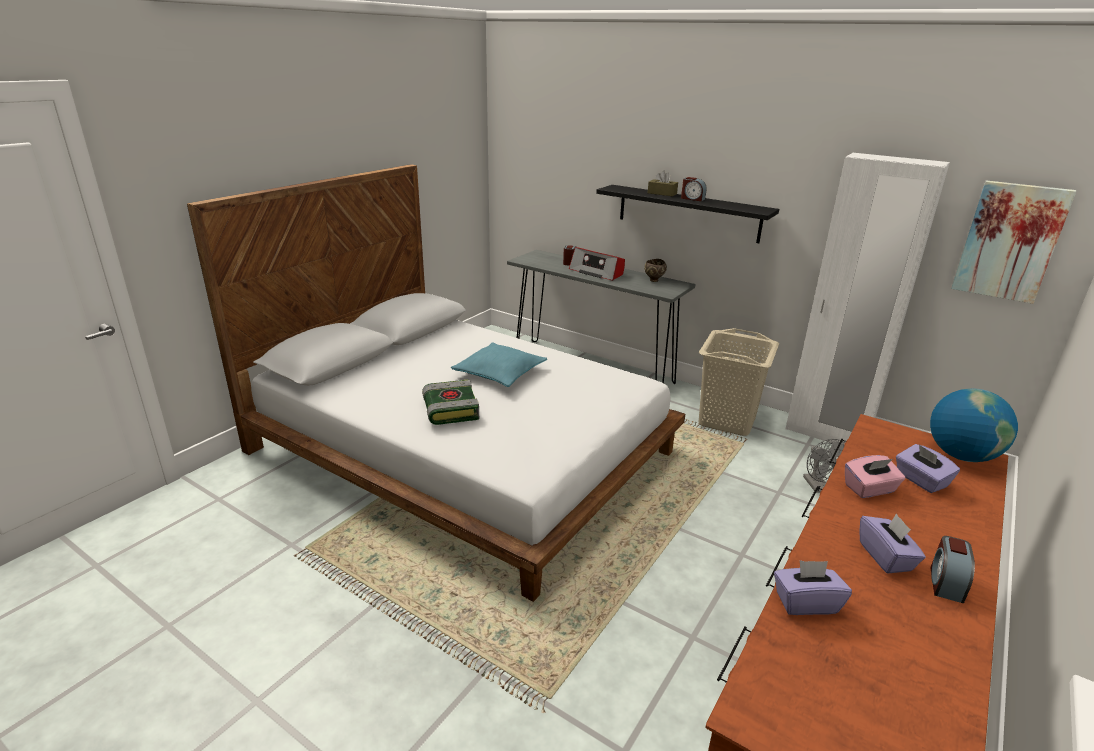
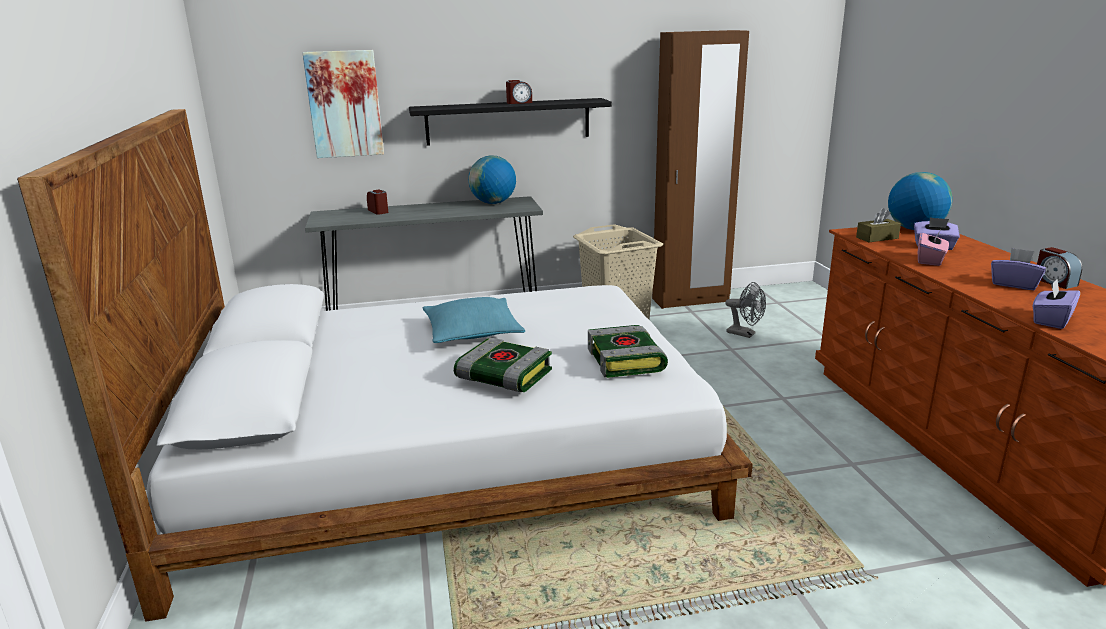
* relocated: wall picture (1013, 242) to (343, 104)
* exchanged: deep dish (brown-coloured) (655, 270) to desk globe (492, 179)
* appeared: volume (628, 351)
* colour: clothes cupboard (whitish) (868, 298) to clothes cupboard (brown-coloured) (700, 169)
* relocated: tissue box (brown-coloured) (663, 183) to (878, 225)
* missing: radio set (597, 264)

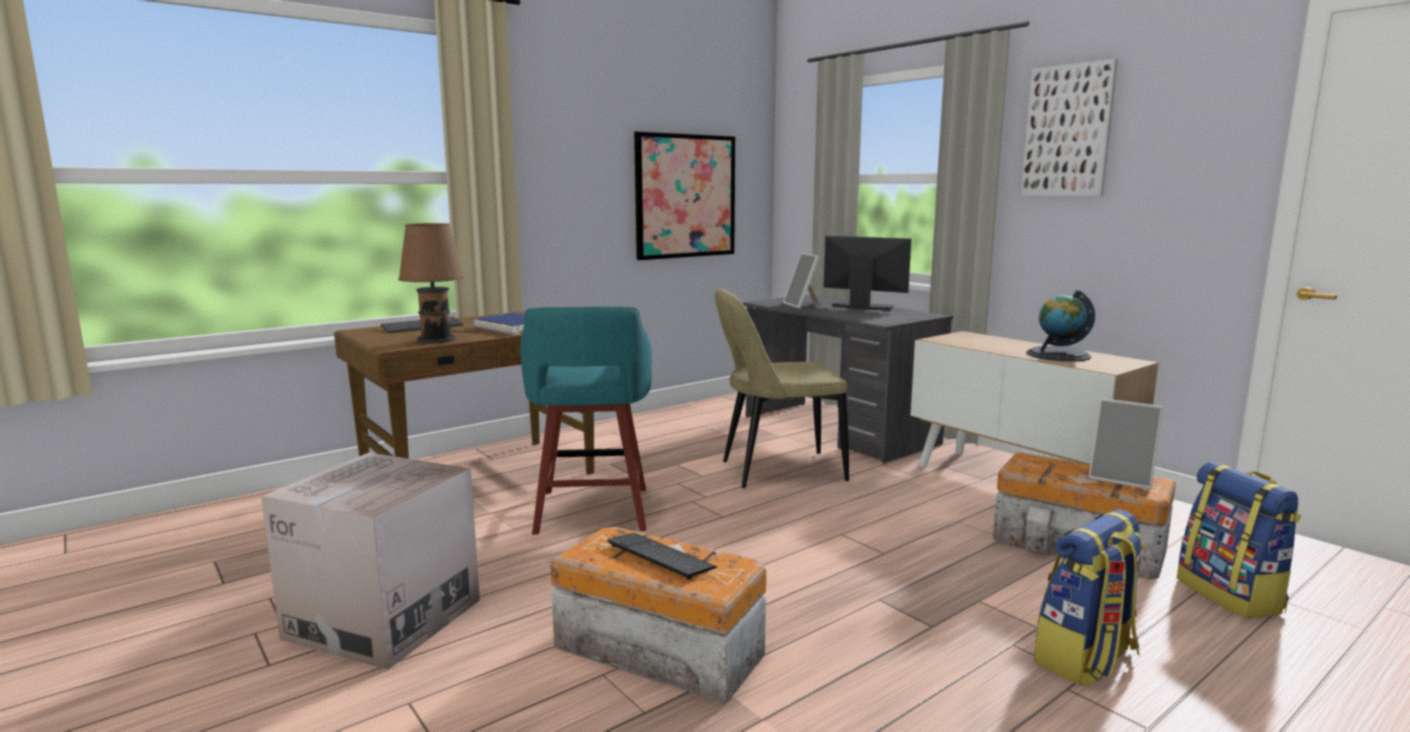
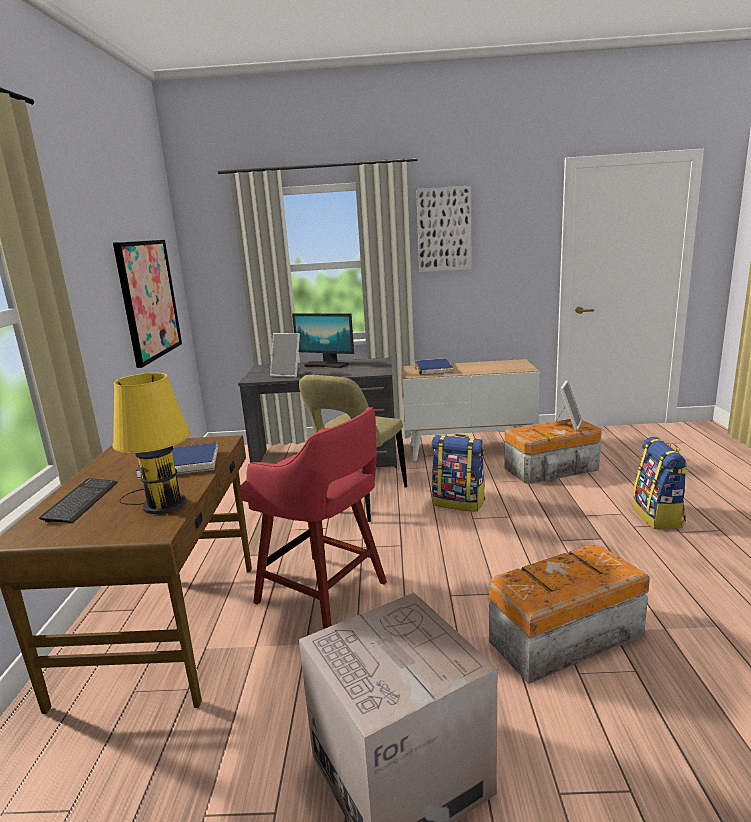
* colour: table lamp (brown-coloured) (439, 283) to table lamp (yellowish) (151, 443)
* colour: stool (turquoise-coloured) (586, 420) to stool (reddish) (313, 518)
* spun: monitor (867, 273) = (323, 340) 135 degrees counterclockwise
* appeared: volume (blue-coloured) (433, 366)
* relocated: backpack (1239, 540) to (458, 473)
* spun: picture frame (1125, 444) = (567, 405) 45 degrees counterclockwise
* missing: keyboard (662, 556)
* missing: desk globe (1060, 325)

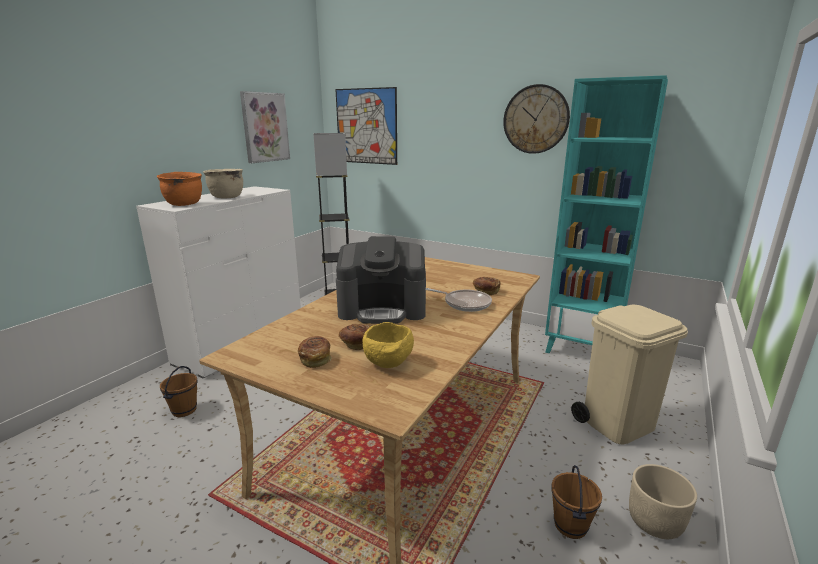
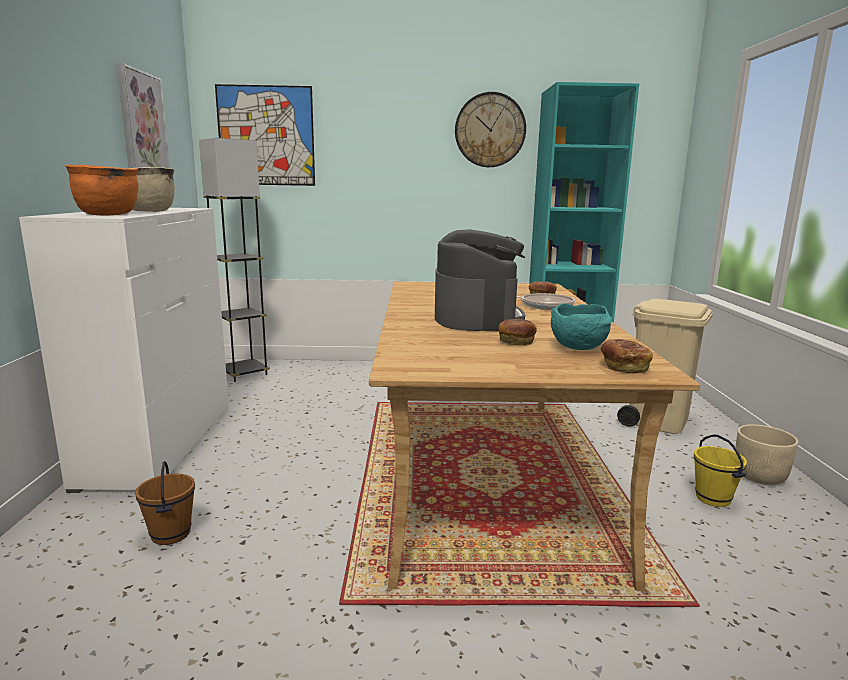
* spun: coffee maker (381, 280) = (480, 280) 60 degrees counterclockwise
* colour: deep dish (yellowish) (388, 345) to deep dish (turquoise-coloured) (581, 326)
* relocated: bread (315, 352) to (626, 356)
* colour: bucket (brown-coloured) (576, 502) to bucket (yellowish) (720, 471)

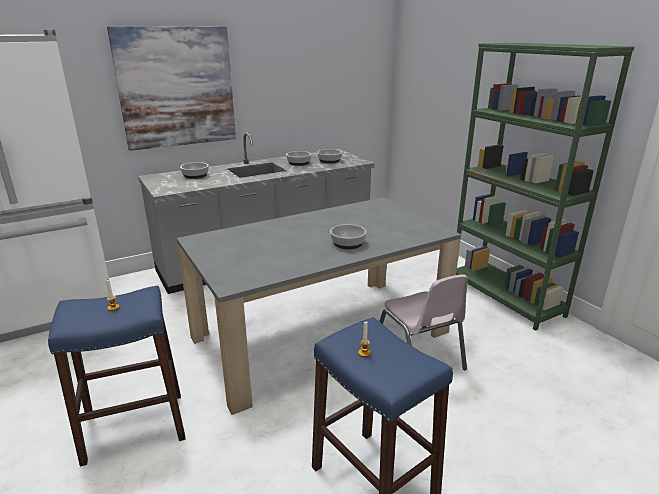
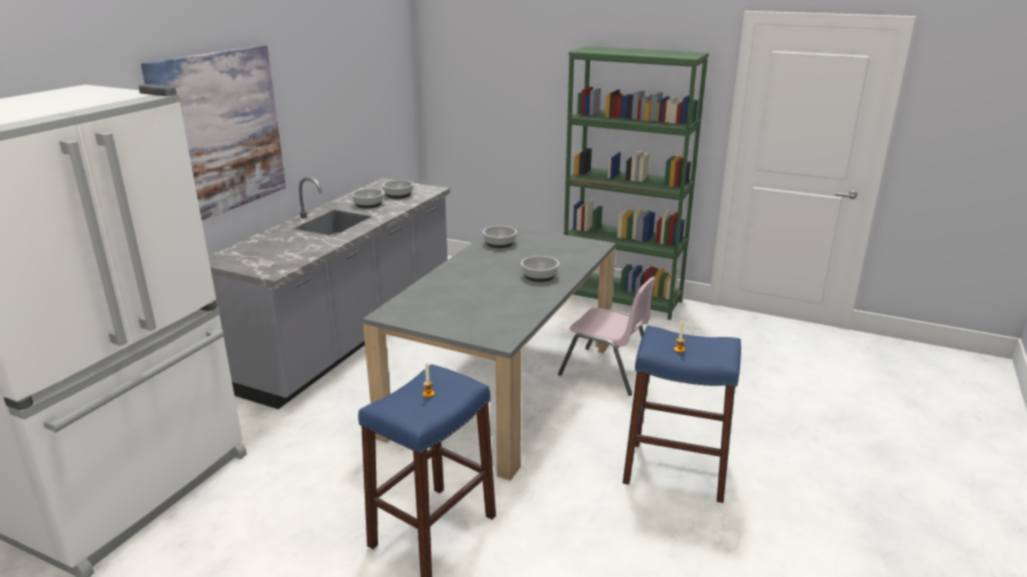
* relocated: deep dish (194, 170) to (499, 237)

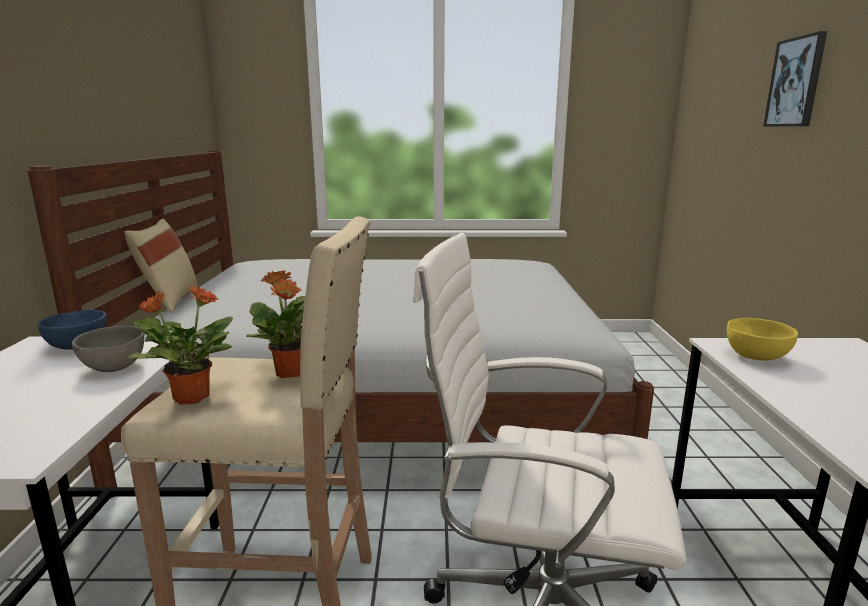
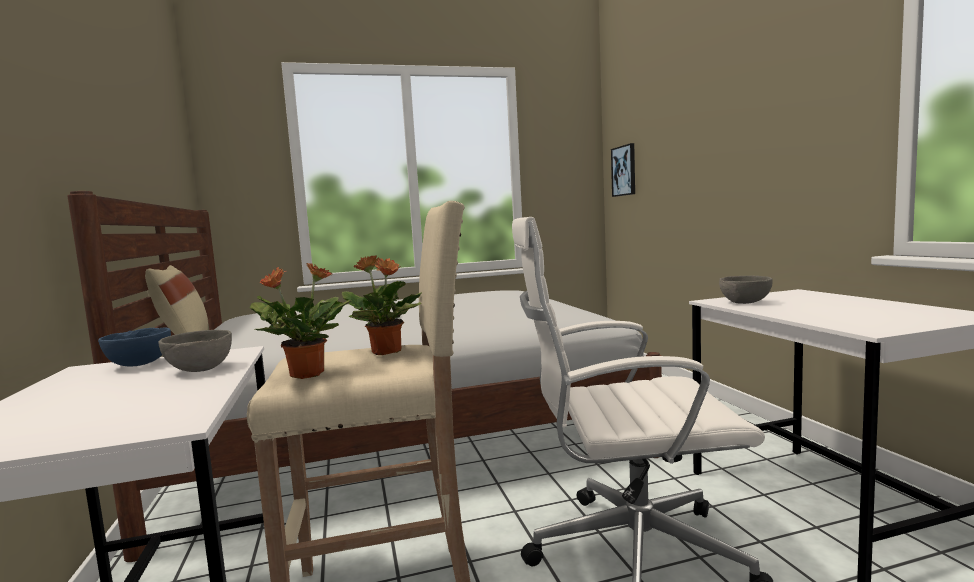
* relocated: wall picture (795, 79) to (623, 170)
* colour: deep dish (yellowish) (762, 339) to deep dish (gray) (746, 290)

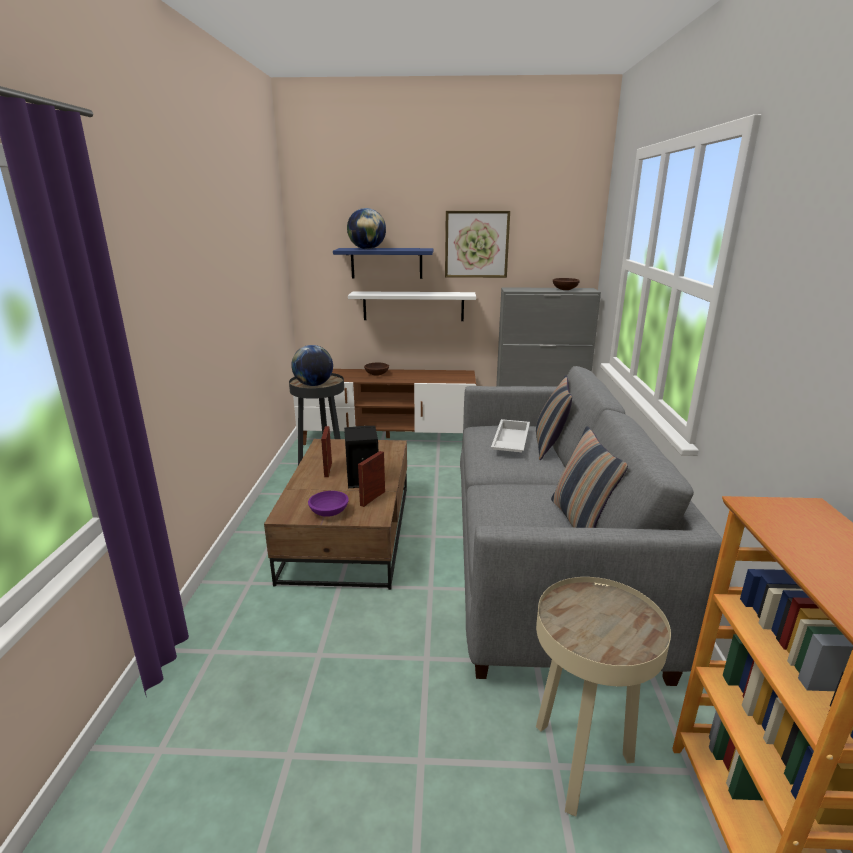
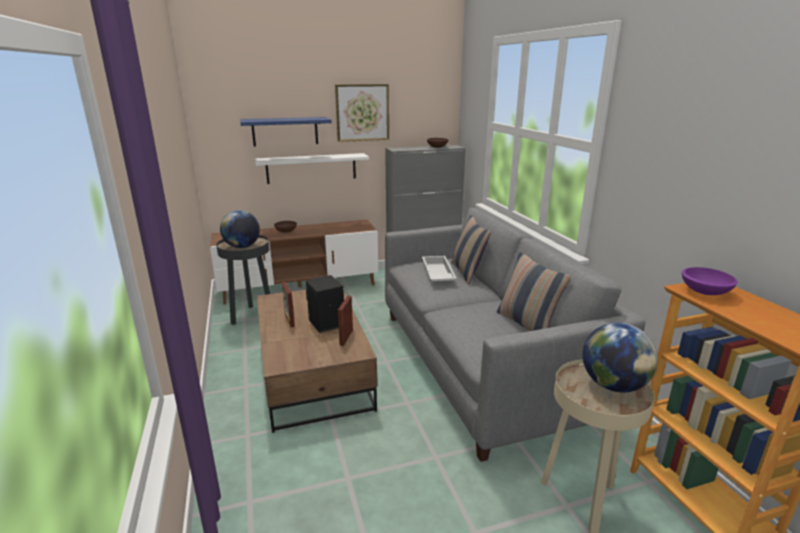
* relocated: desk globe (366, 228) to (620, 357)
* relocated: deep dish (purplish) (328, 504) to (710, 281)

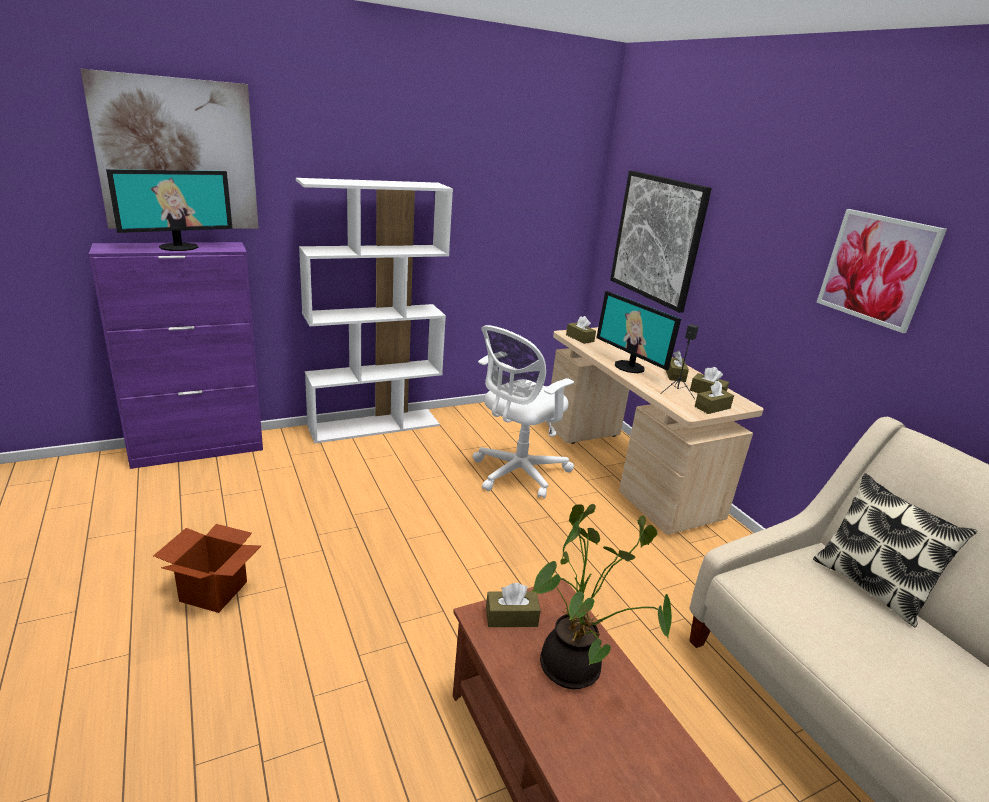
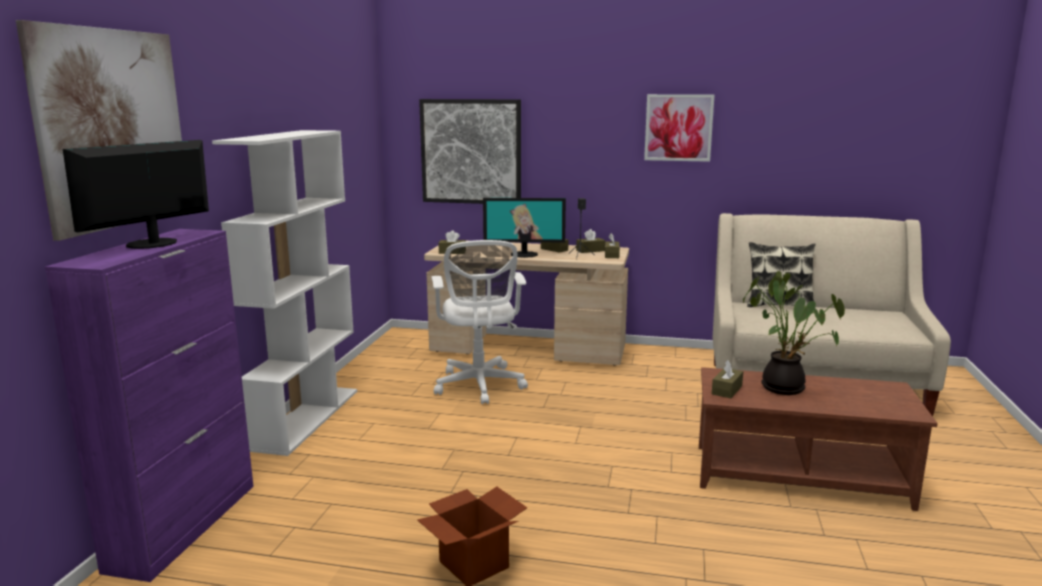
* spun: monitor (169, 210) = (136, 194) 150 degrees counterclockwise

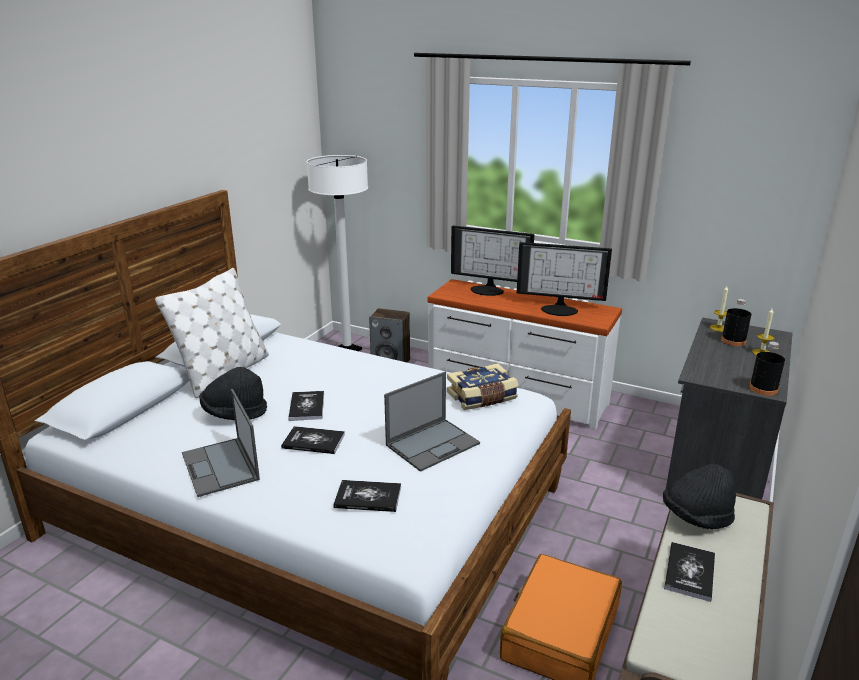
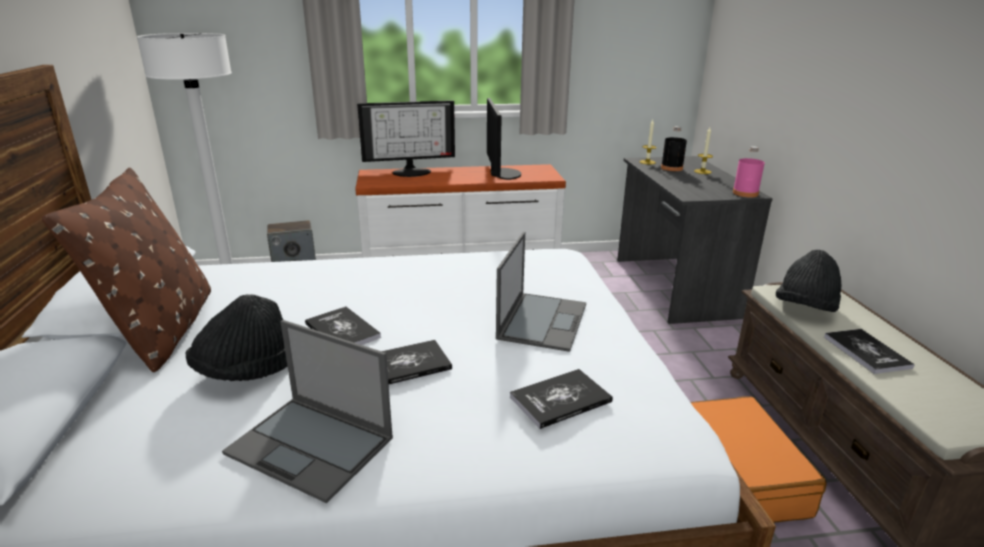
* colour: pillow (whitish) (212, 333) to pillow (brown-coloured) (126, 270)
* spun: monitor (564, 279) = (504, 139) 75 degrees counterclockwise
* colour: drink bottle (black) (767, 369) to drink bottle (pink) (749, 171)
* missing: volume (482, 386)

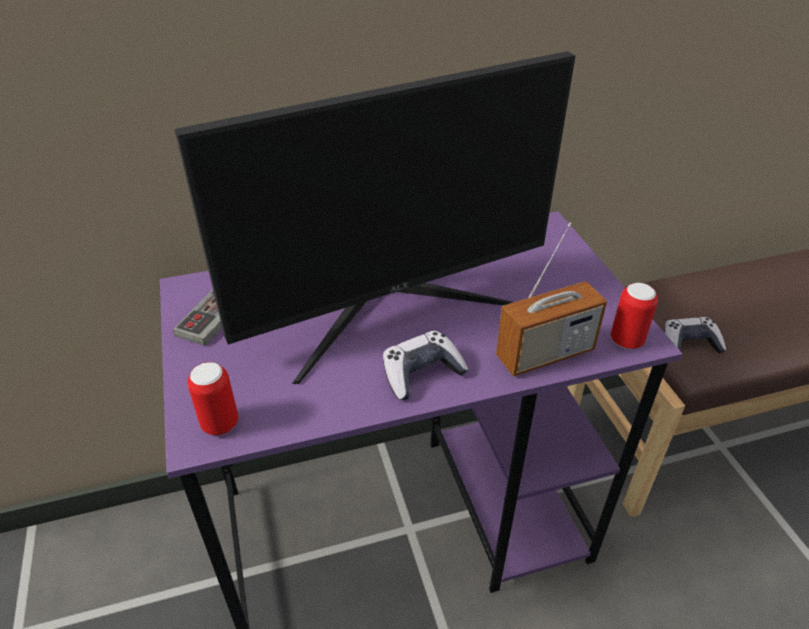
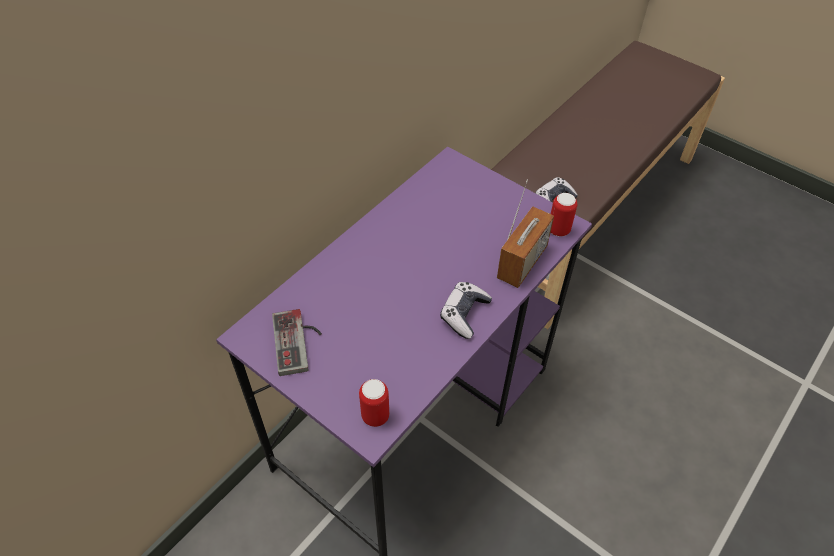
* missing: monitor (375, 217)

